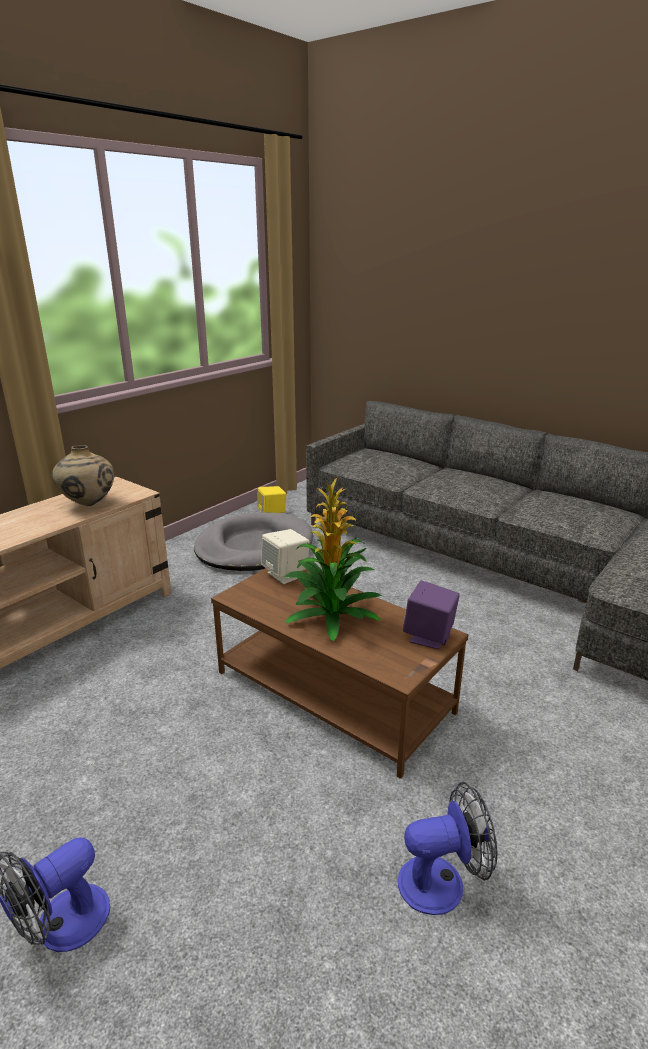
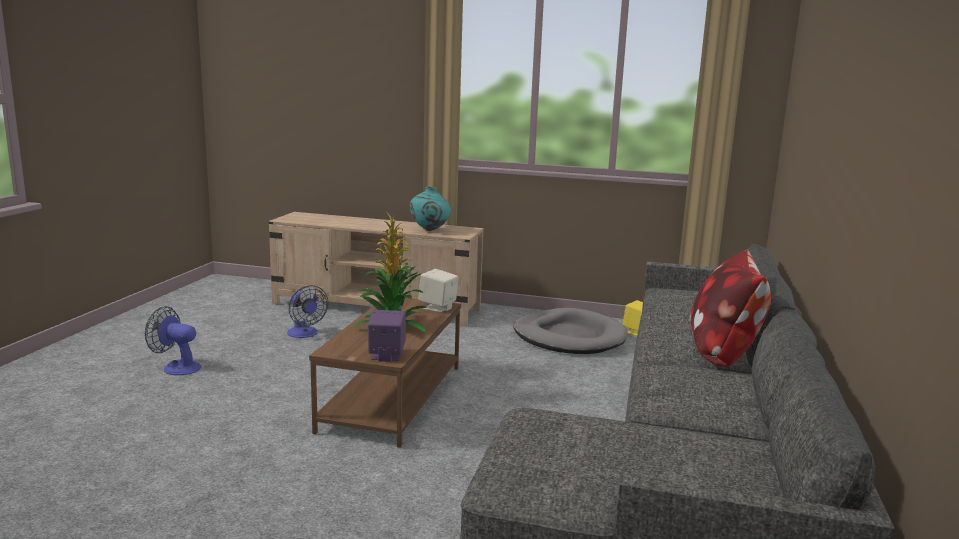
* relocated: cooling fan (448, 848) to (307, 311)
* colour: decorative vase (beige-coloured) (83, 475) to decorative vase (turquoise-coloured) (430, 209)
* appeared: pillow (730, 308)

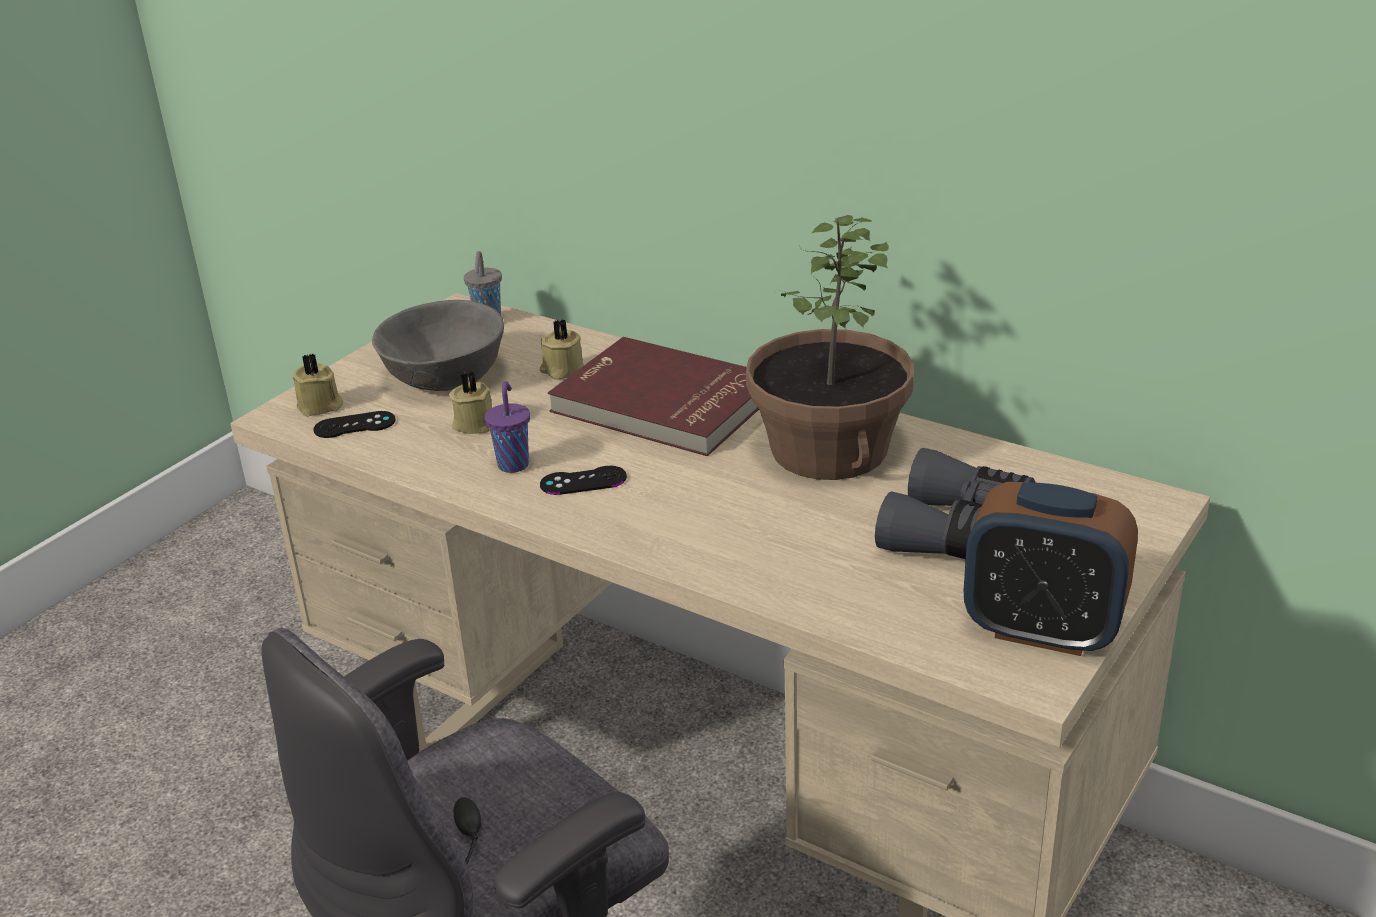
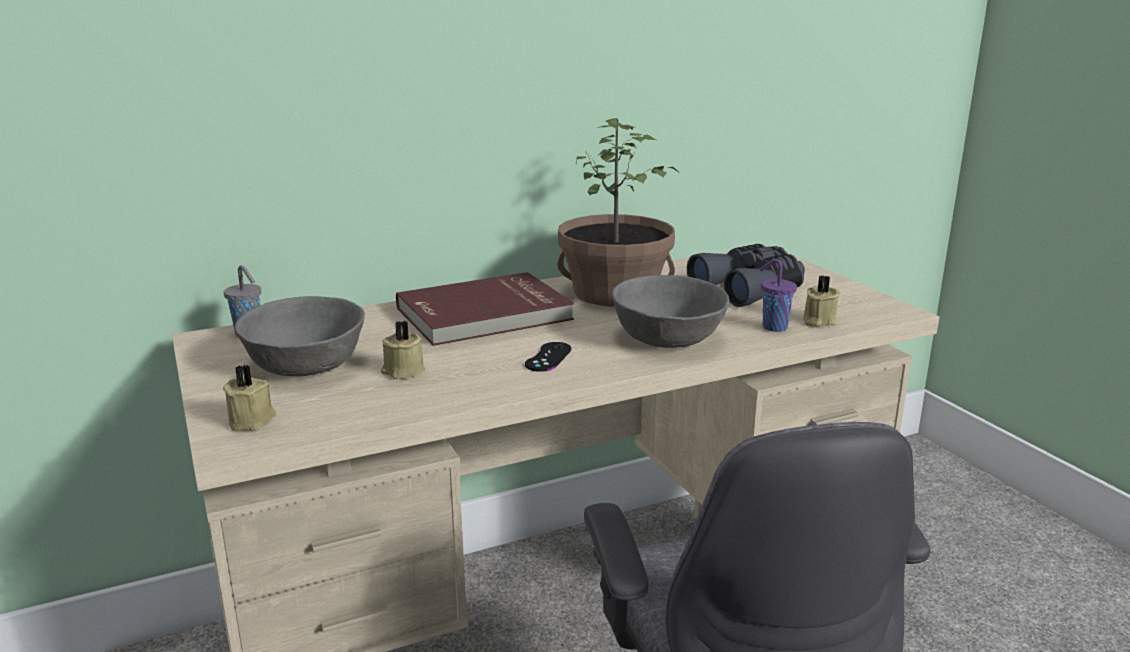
* appeared: deep dish (gray) (670, 311)
* relocated: small cup (purplish) (507, 427) to (778, 295)
* relocated: wax light (beige-coloured) (562, 349) to (821, 301)
* missing: joypad (black) (354, 424)
* missing: bedside clock (1051, 569)

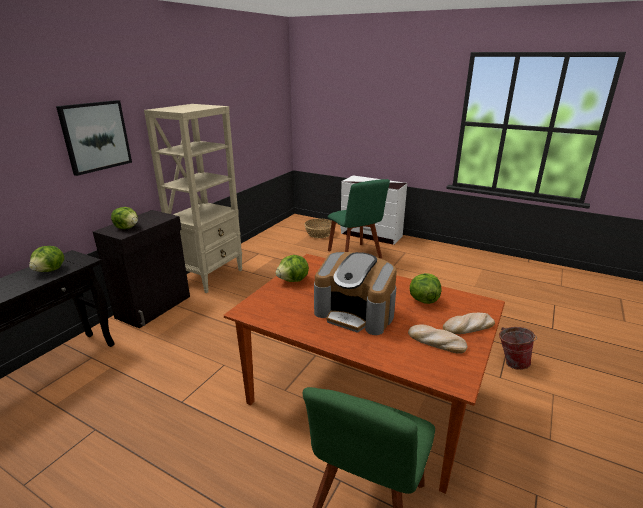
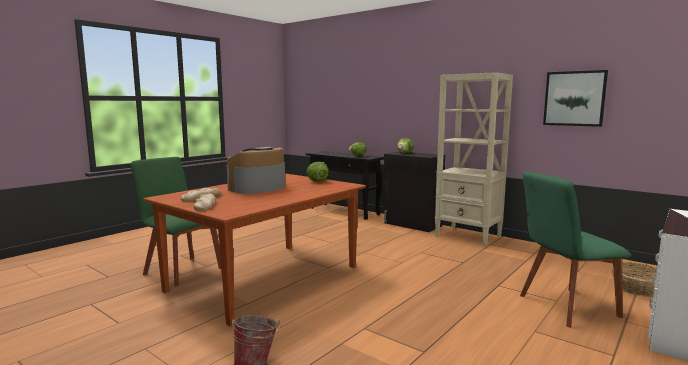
* relocated: wall picture (94, 138) to (575, 98)
* missing: head of lettuce (425, 288)

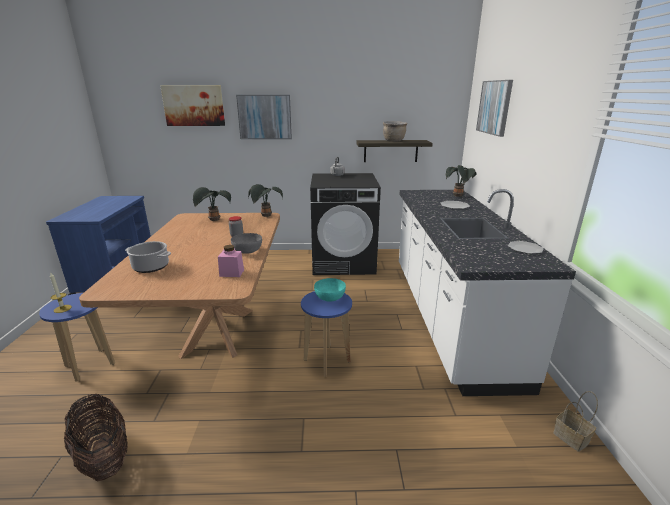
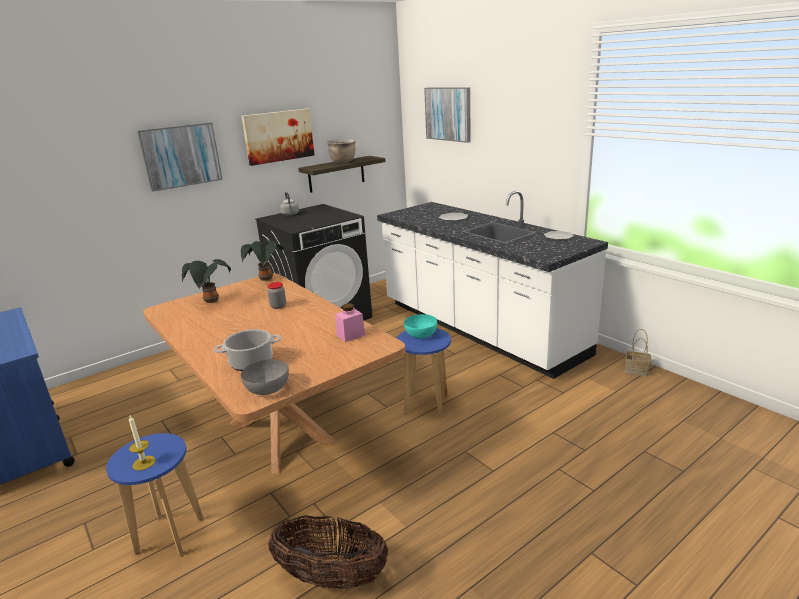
* relocated: wall picture (192, 105) to (278, 137)
* relocated: deep dish (gray) (246, 243) to (265, 377)
* missing: plant in a pot (461, 181)

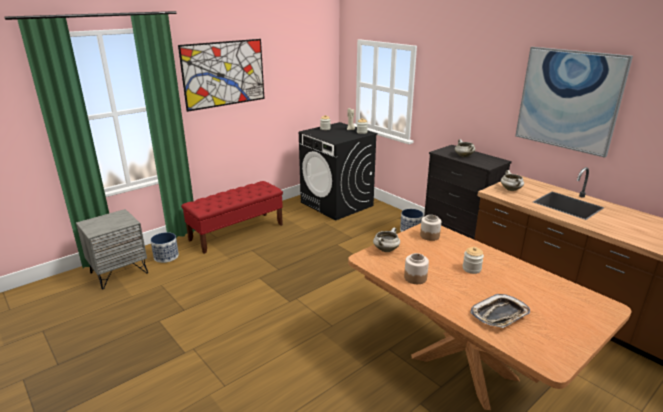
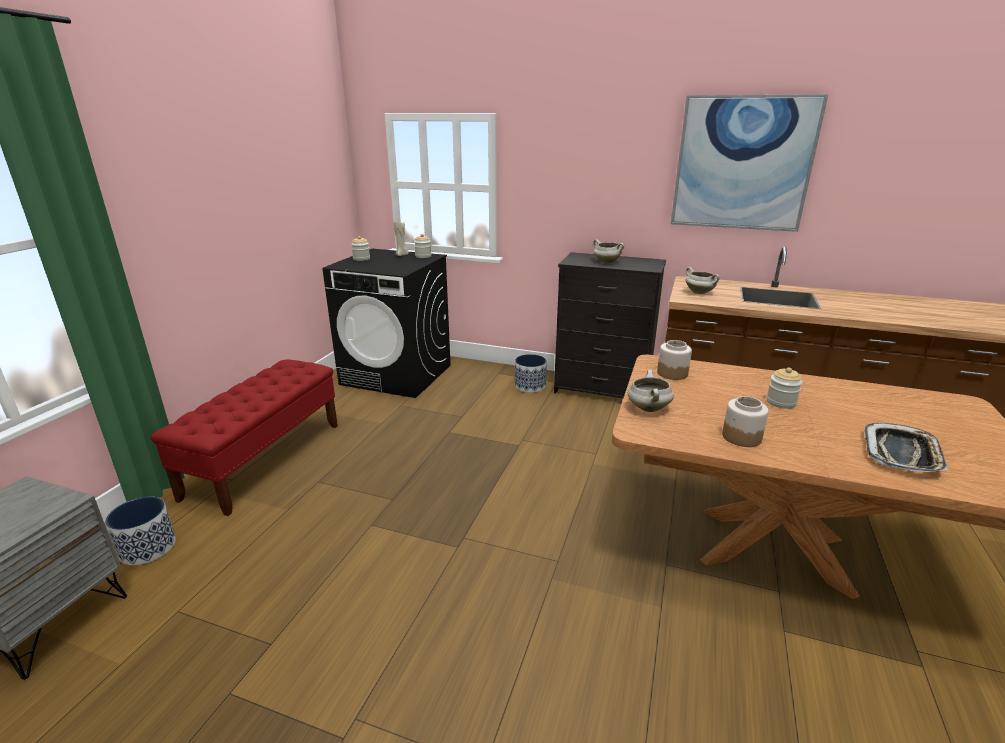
* missing: wall picture (221, 75)

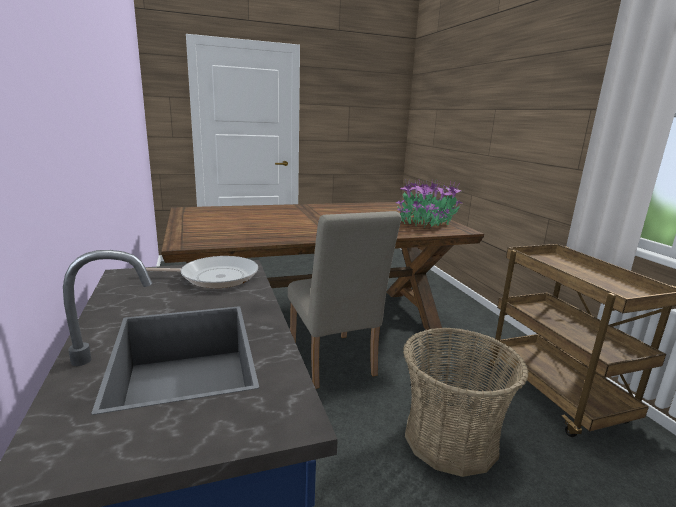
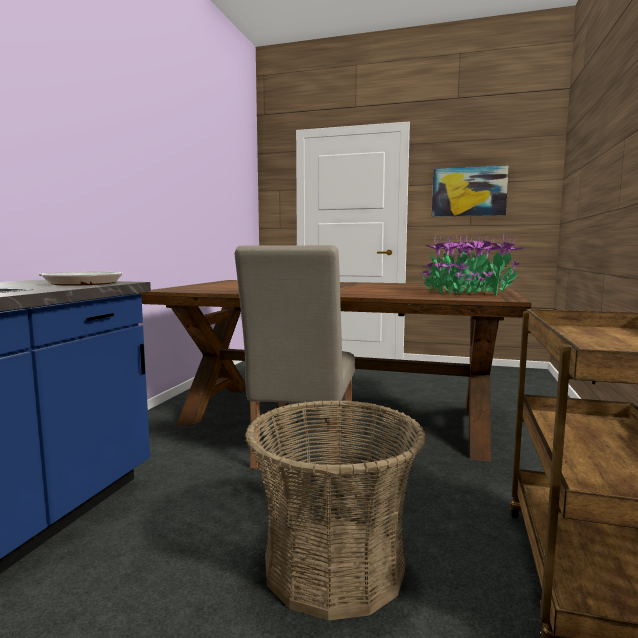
* appeared: wall picture (470, 191)

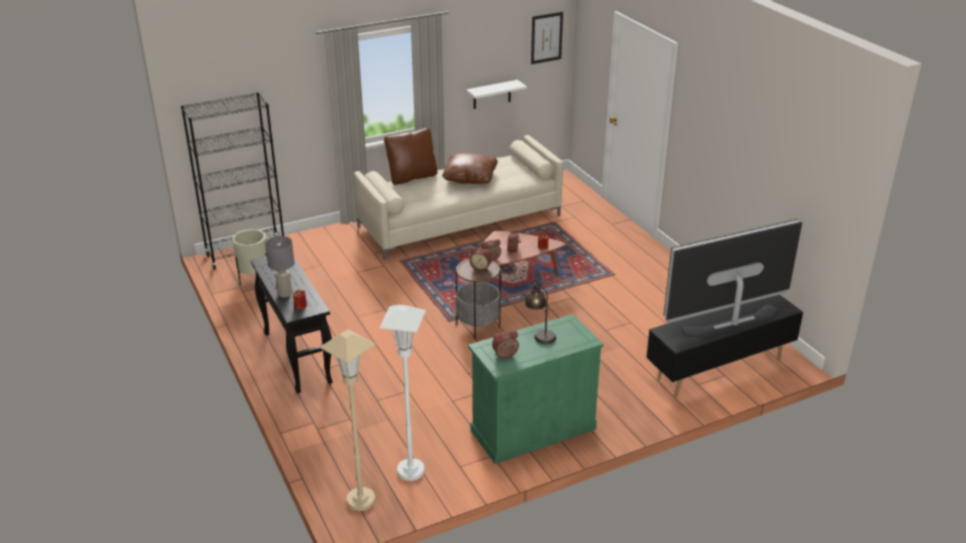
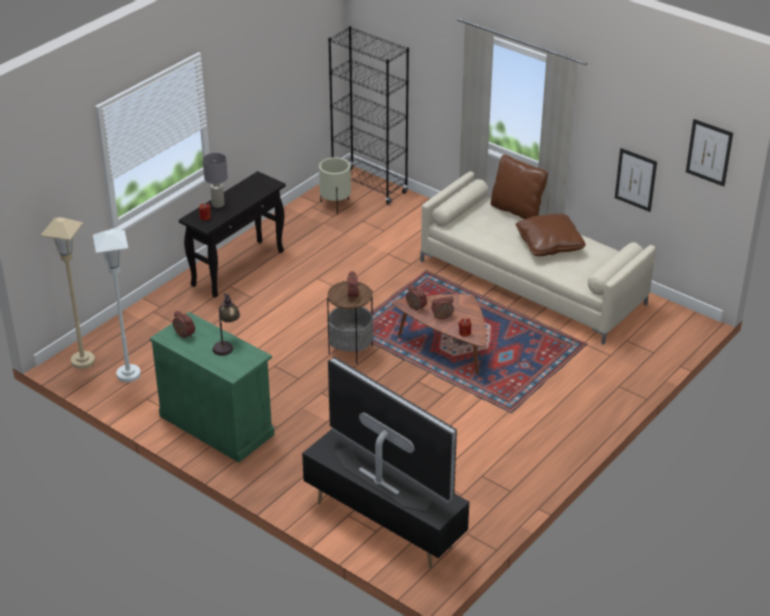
* exchanged: shelf (whitish) (496, 94) to wall picture (636, 180)

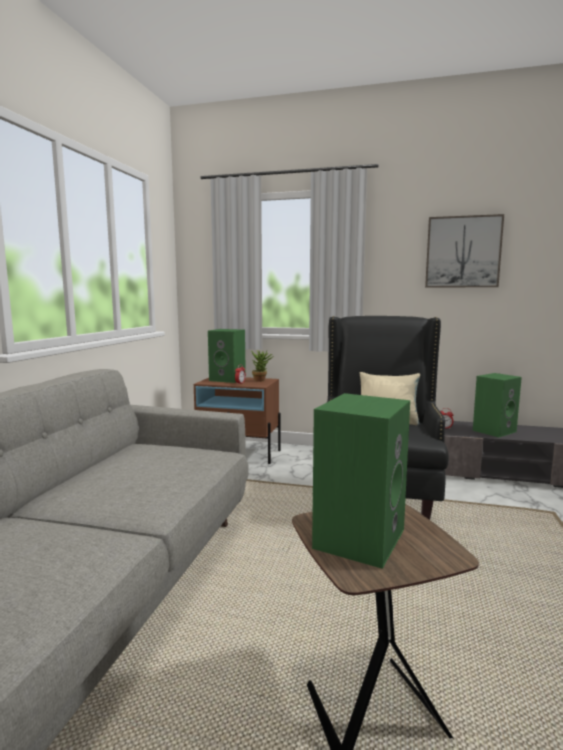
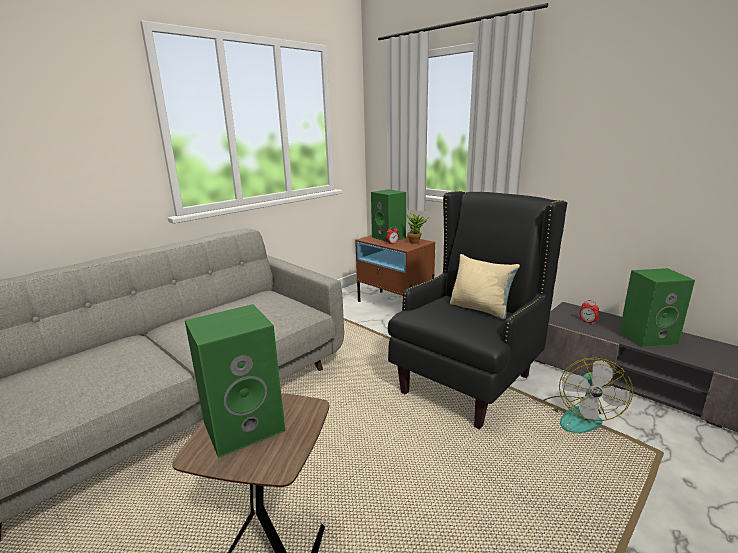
* appeared: cooling fan (588, 395)
* missing: wall picture (464, 251)

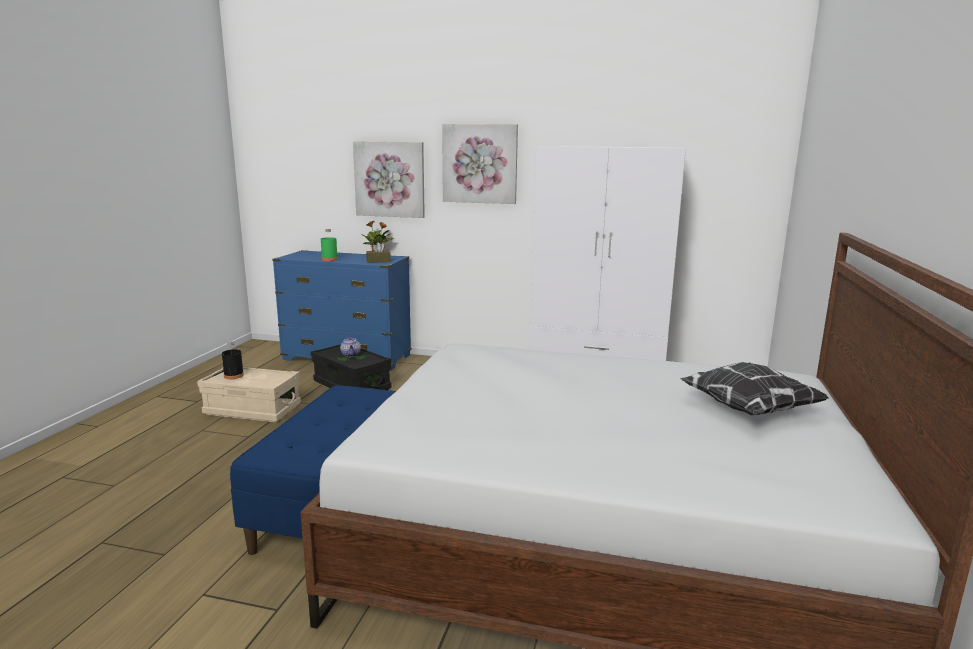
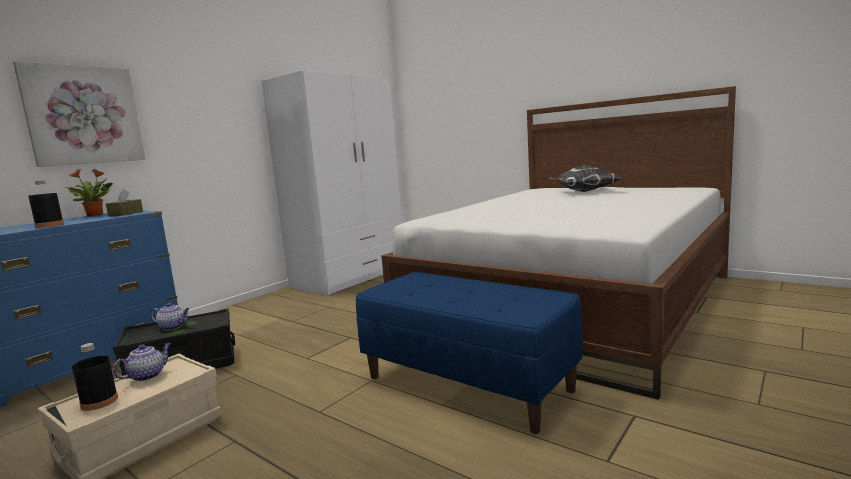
* colour: drink bottle (green) (329, 245) to drink bottle (black) (46, 204)
* appeared: tea pot (142, 362)
* missing: wall picture (480, 164)

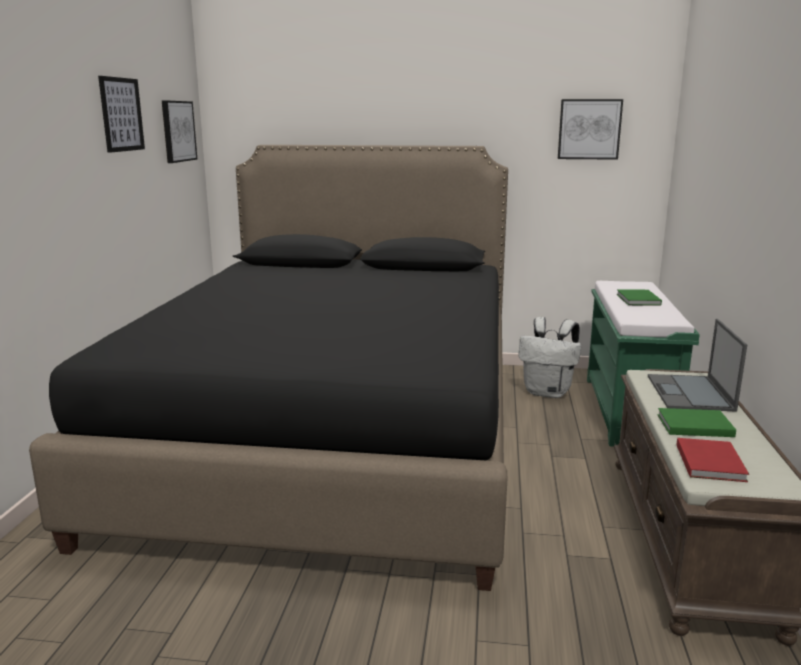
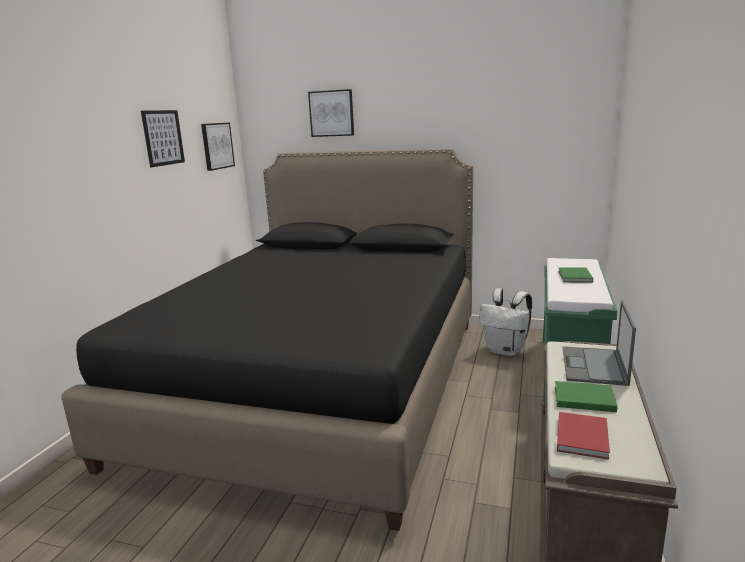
* relocated: wall picture (590, 129) to (331, 113)

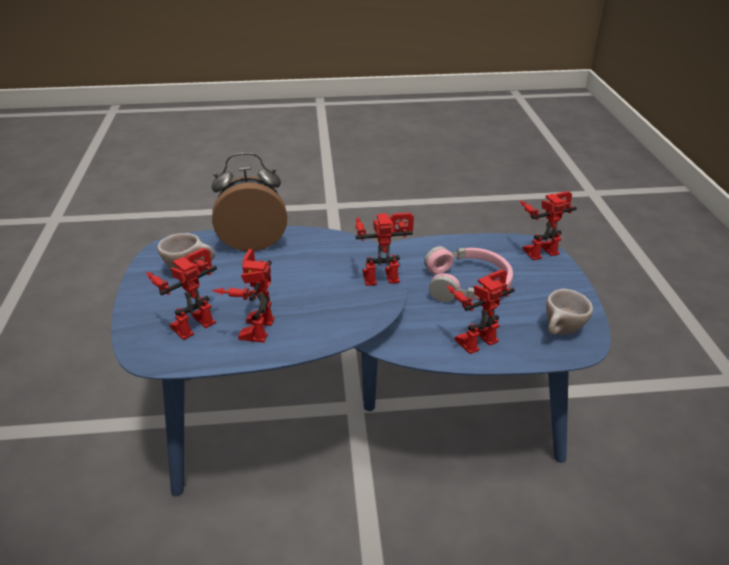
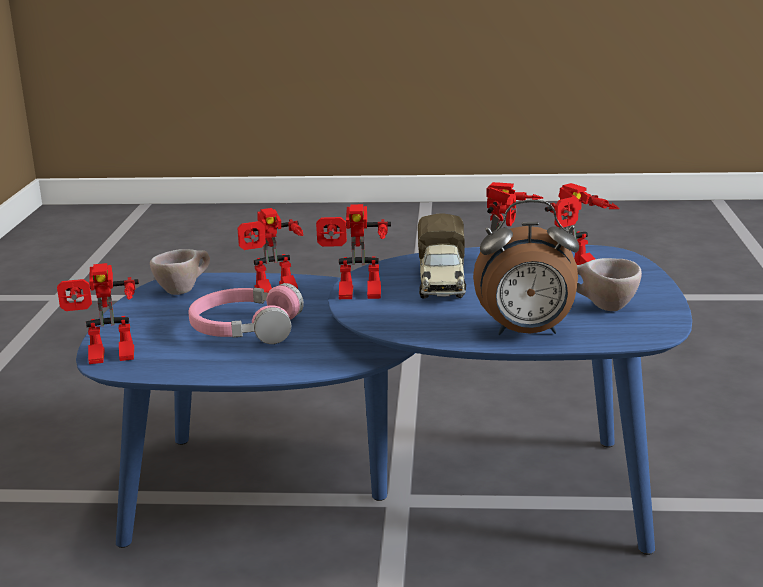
* appeared: toy lorry (442, 256)

